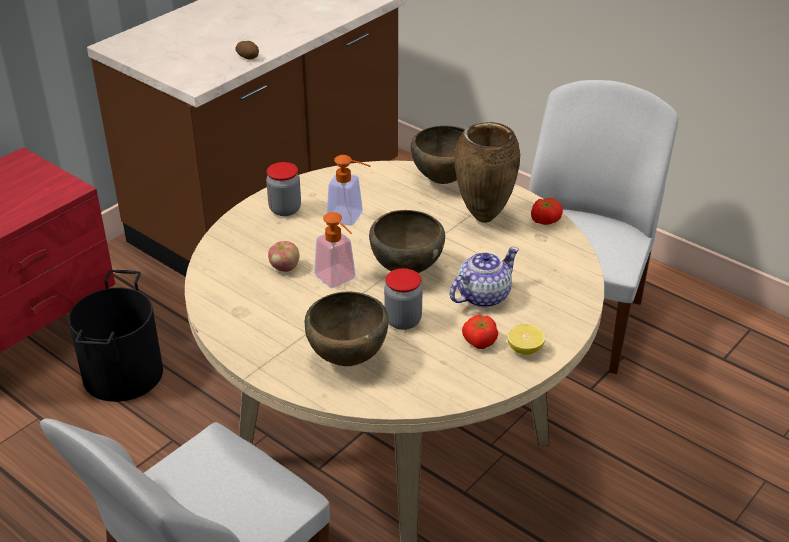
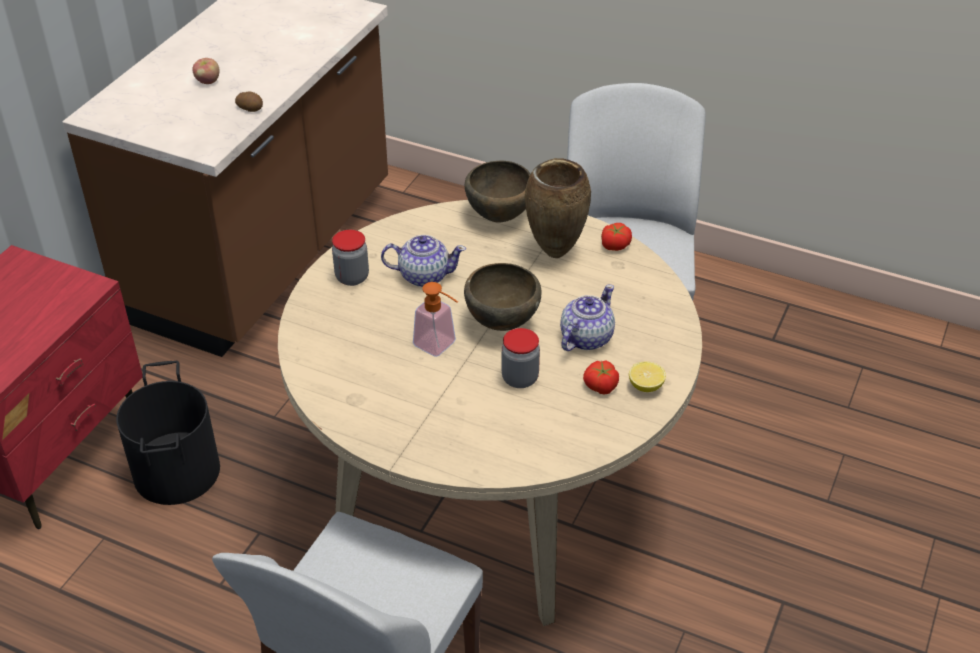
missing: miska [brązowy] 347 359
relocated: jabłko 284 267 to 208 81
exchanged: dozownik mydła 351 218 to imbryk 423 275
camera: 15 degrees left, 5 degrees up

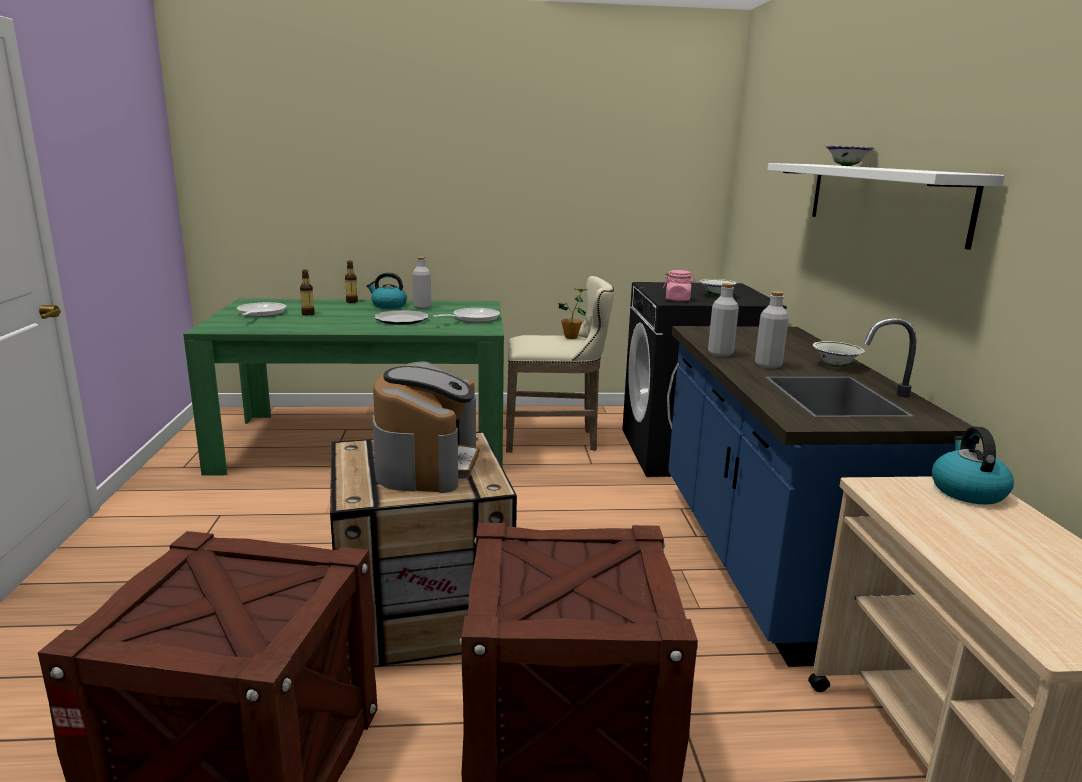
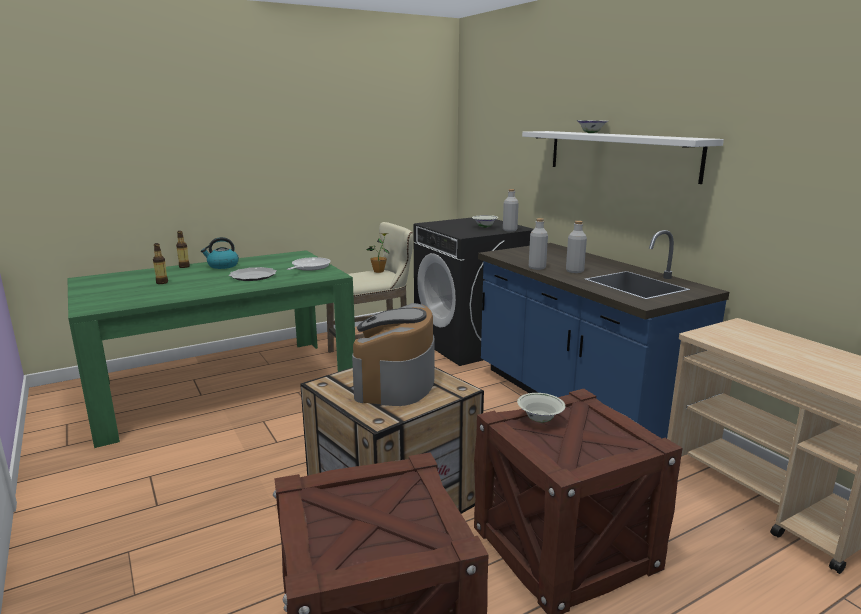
missing: patelnia 260 314; słoik [różowy] 678 299; czajnik 967 491
relocated: butelka [szary] 422 307 to 509 230; miska [biały] 835 365 to 539 419
spun: ekspres do kawy 427 463 = 395 383 150 degrees counterclockwise
camera: 25 degrees left, 0 degrees up

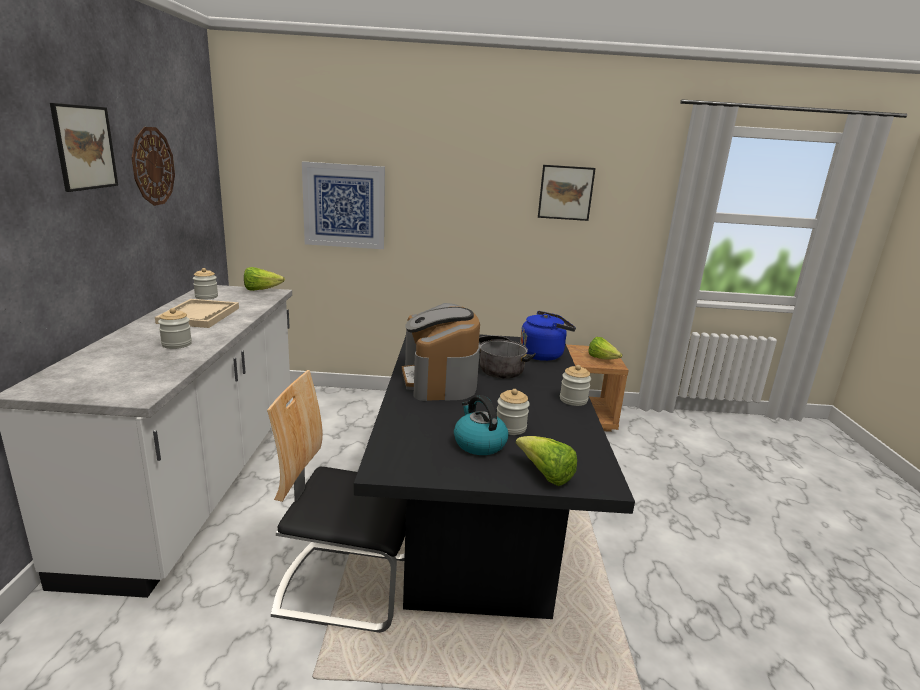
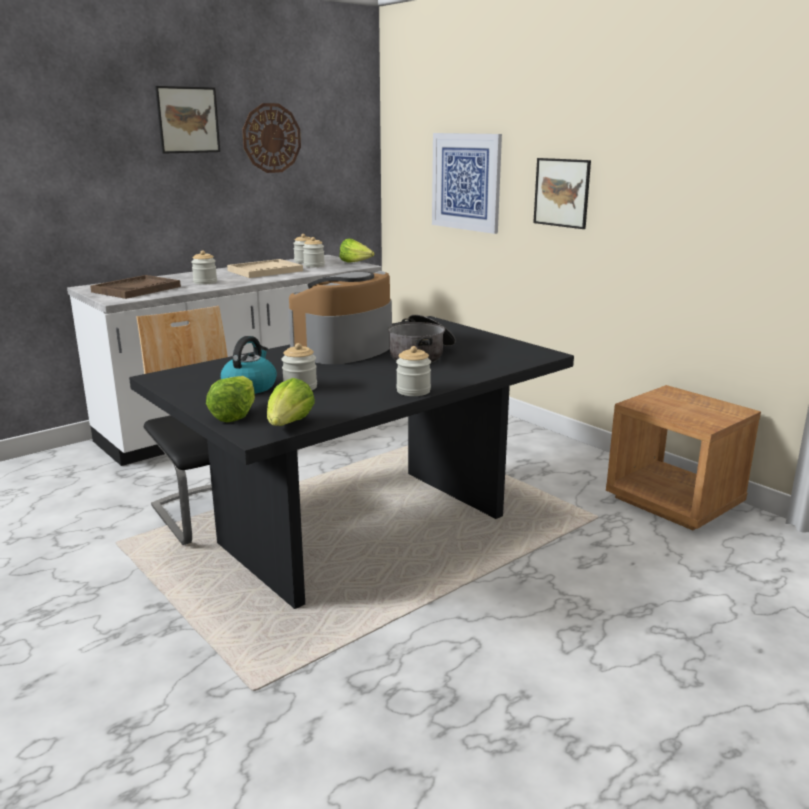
missing: czajnik [niebieski] 544 354
appeared: taca [brązowy] 136 289; słoik 314 265
relocated: obraz 565 193 to 562 192; sałata 602 359 to 289 426
camera: 50 degrees right, 0 degrees up

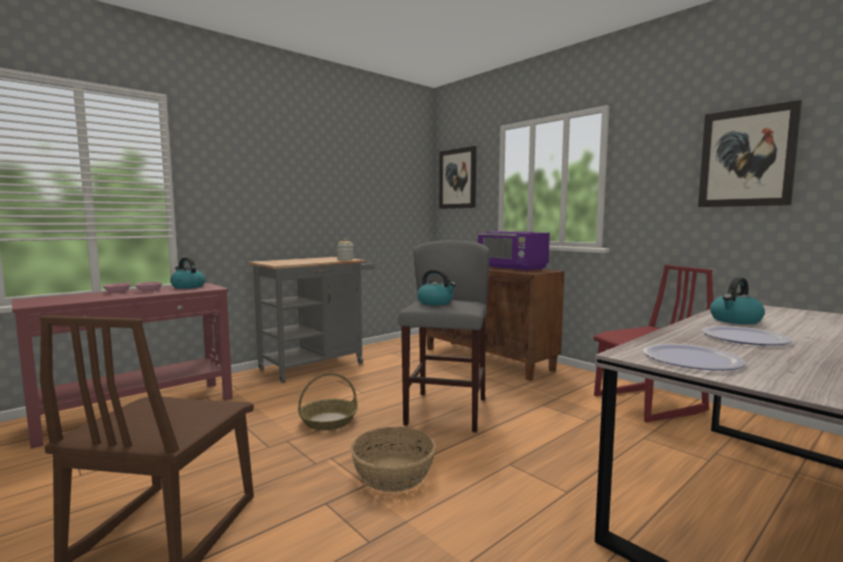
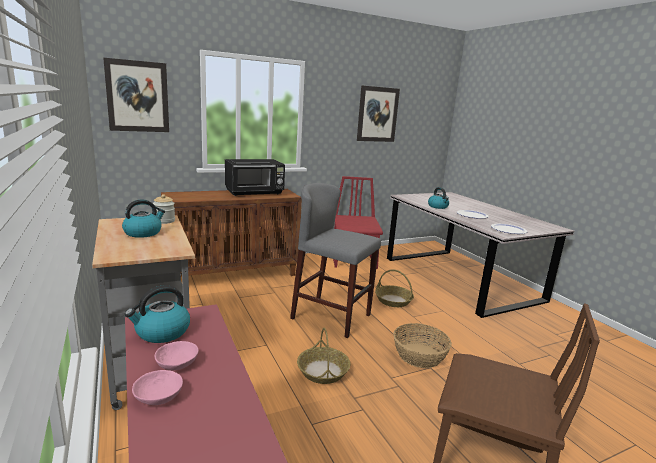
appeared: koszyk 393 300
relocated: czajnik 436 302 to 143 233
colour: mikrofalówka [fioletowy] 512 268 to mikrofalówka [czarny] 255 192
camera: 75 degrees left, 10 degrees up

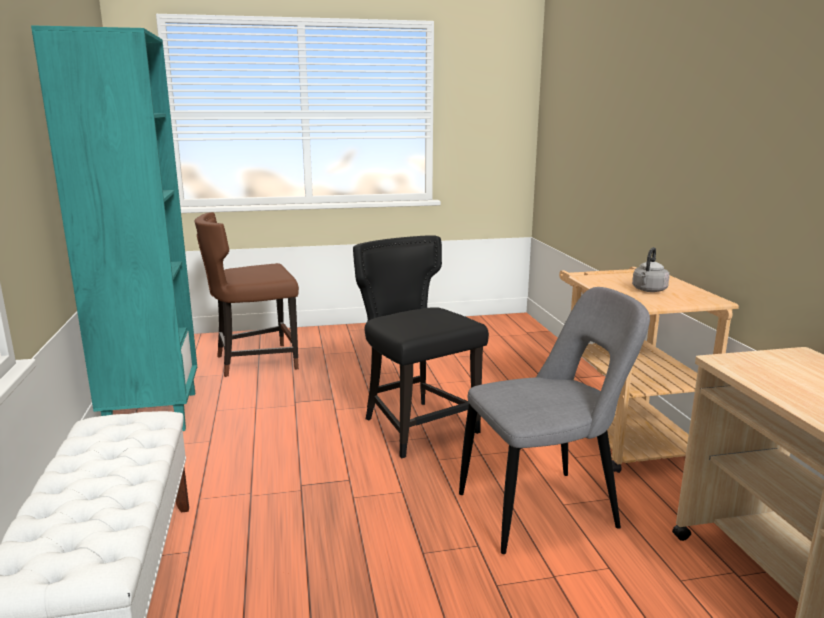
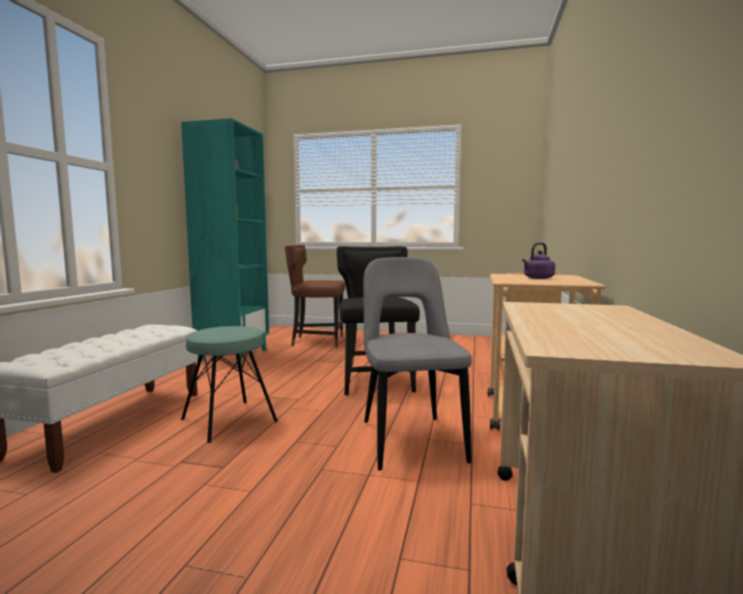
appeared: stołek [turkusowy] 229 420
colour: czajnik [szary] 648 290 to czajnik [fioletowy] 537 278
spun: krzesło [szary] 544 509 = 410 438 105 degrees counterclockwise
camera: 25 degrees right, 10 degrees down

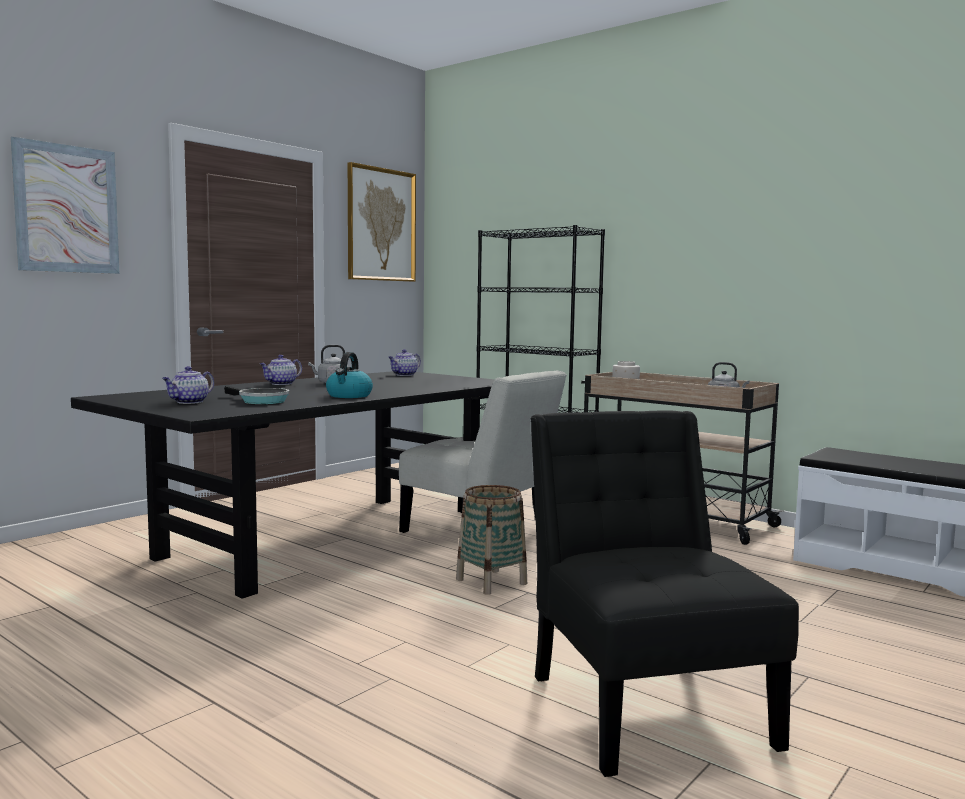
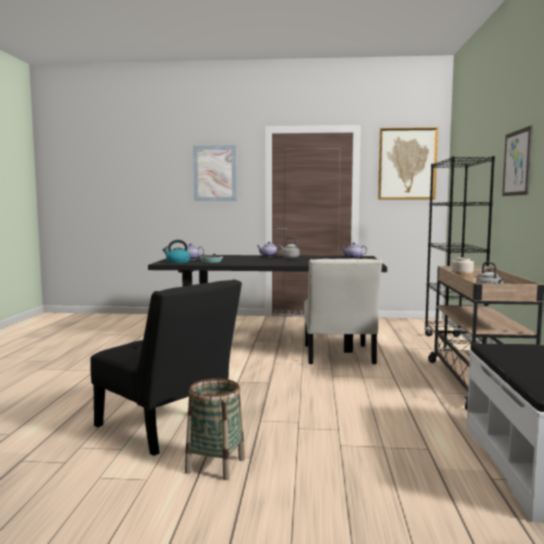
appeared: obraz 517 163
relocated: czajnik 349 396 to 177 262; koszyk 491 582 to 215 465
spun: krzesło [czarny] 645 704 = 167 427 90 degrees clockwise
camera: 55 degrees right, 0 degrees up

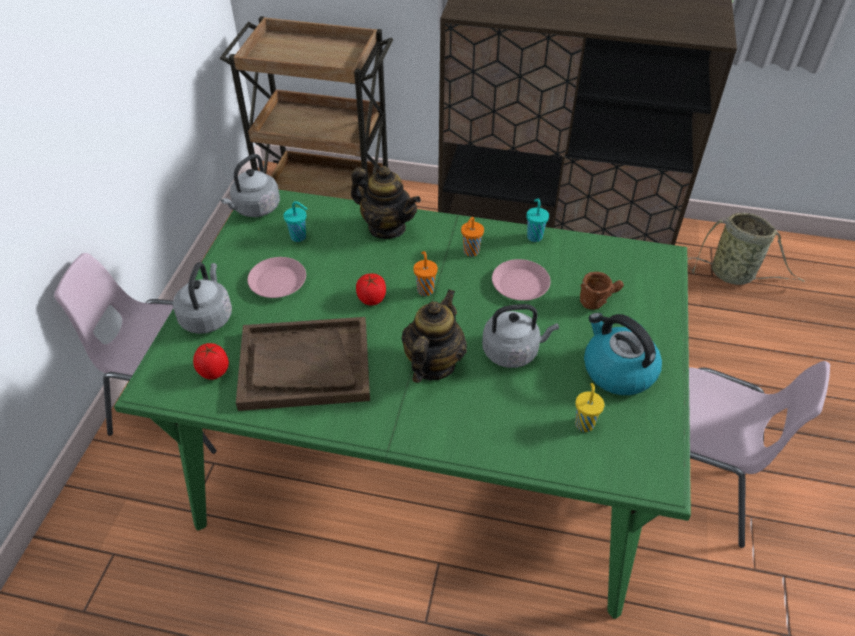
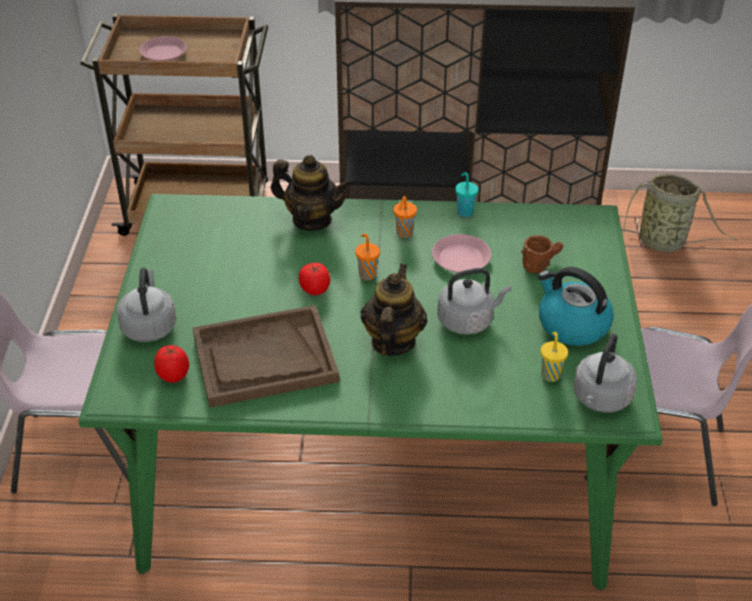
missing: filiżanka [turkusowy] 299 237
relocated: czajnik [szary] 255 209 to 600 399; talerz [różowy] 277 282 to 163 53
camera: 10 degrees left, 5 degrees down

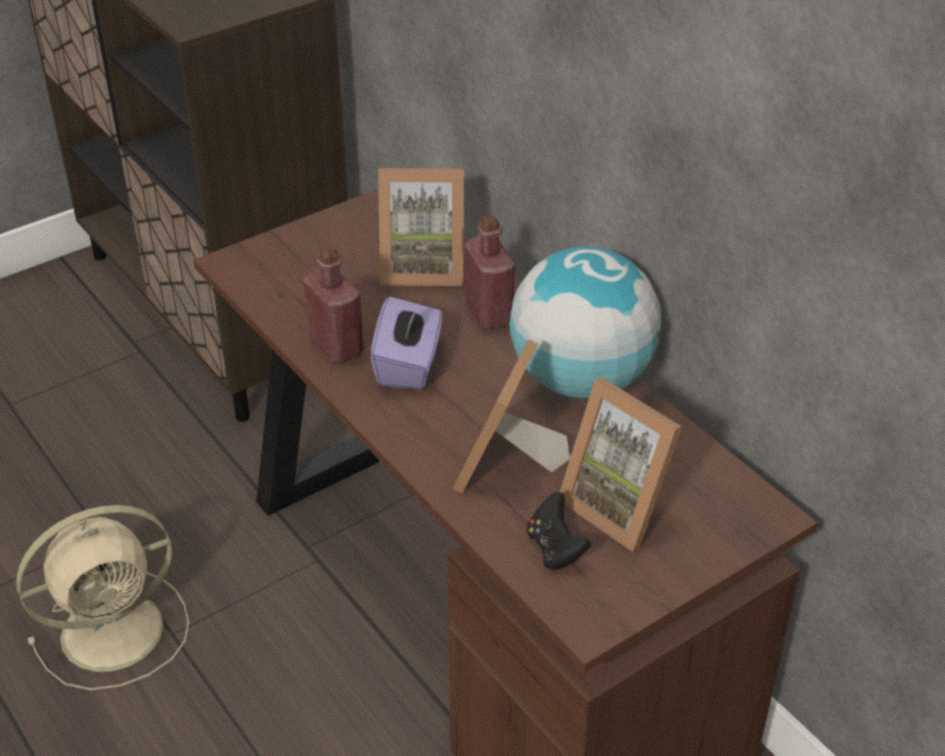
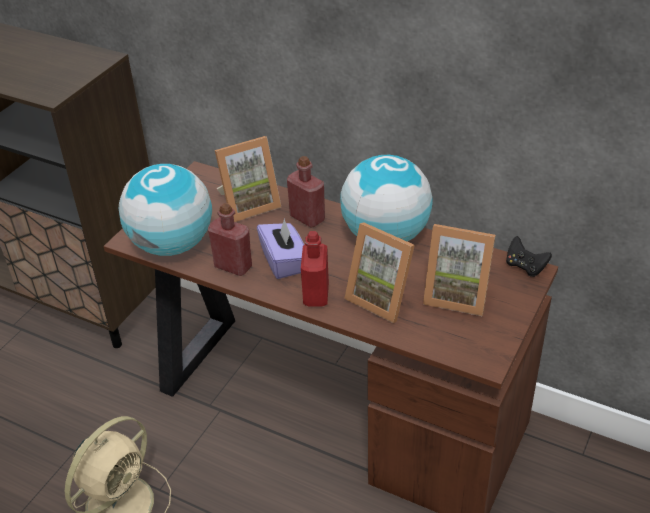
appeared: globus 172 244; butelka [czerwony] 316 295
relocated: pad do gier [czarny] 555 549 to 525 267
spun: ramka na zdjęcie 507 468 = 382 298 45 degrees counterclockwise
camera: 25 degrees left, 0 degrees up

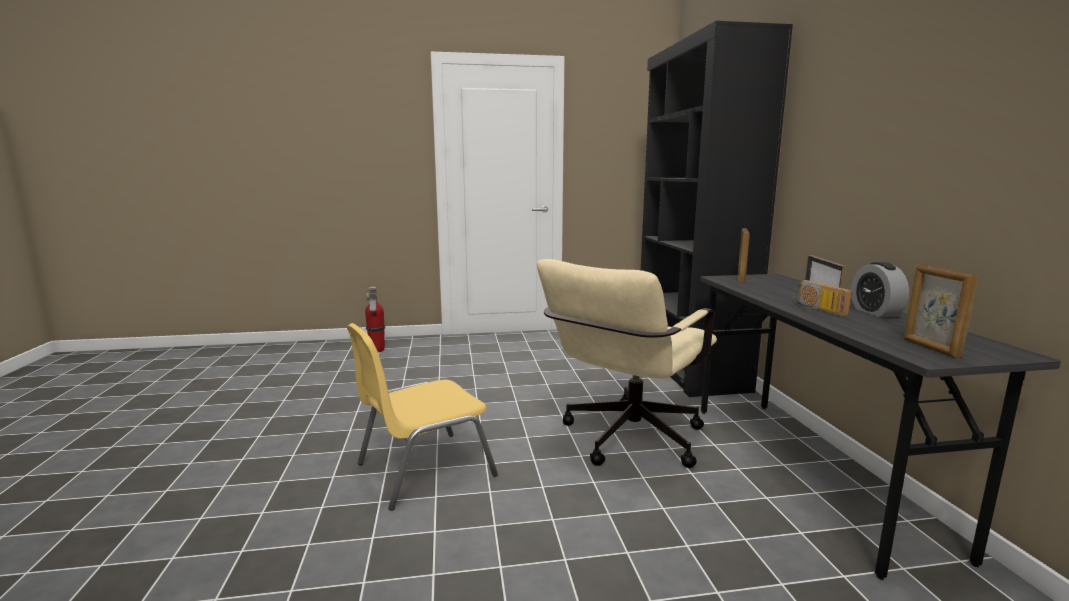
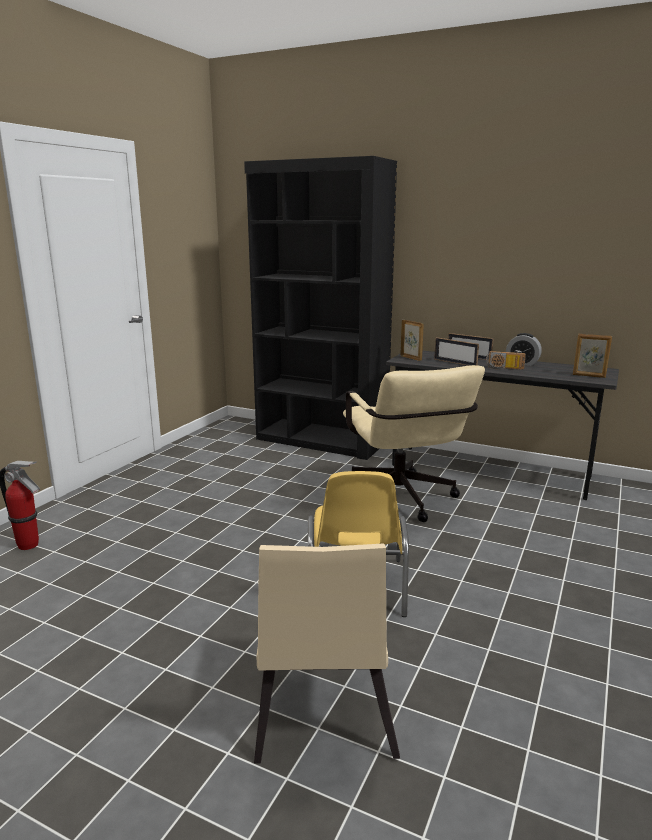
appeared: krzesło [beżowy] 322 711; ramka na zdjęcie 455 363
camera: 55 degrees left, 5 degrees up

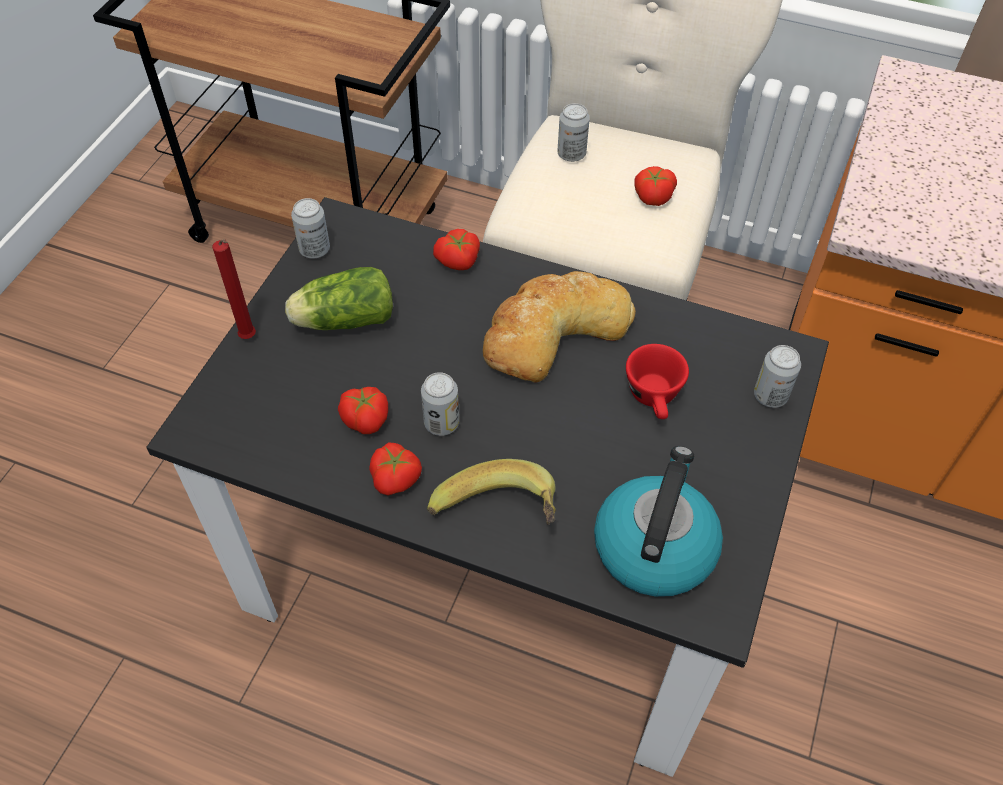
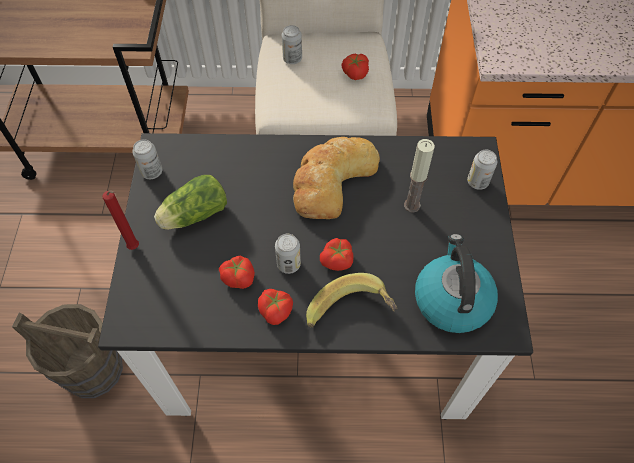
appeared: wiadro [brązowy] 92 369
relocated: pomidor 458 261 to 337 261
exchanged: filiżanka [czerwony] 654 399 to świeca 412 205
camera: 20 degrees left, 5 degrees up

